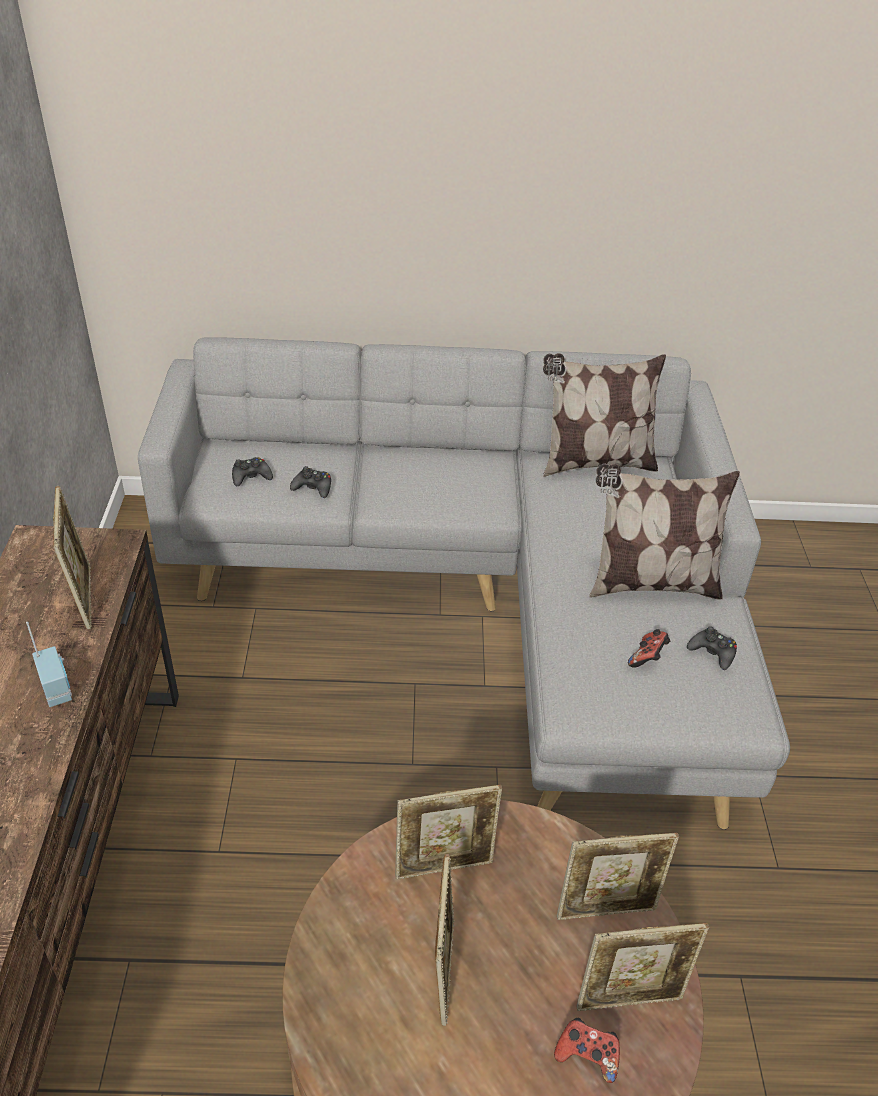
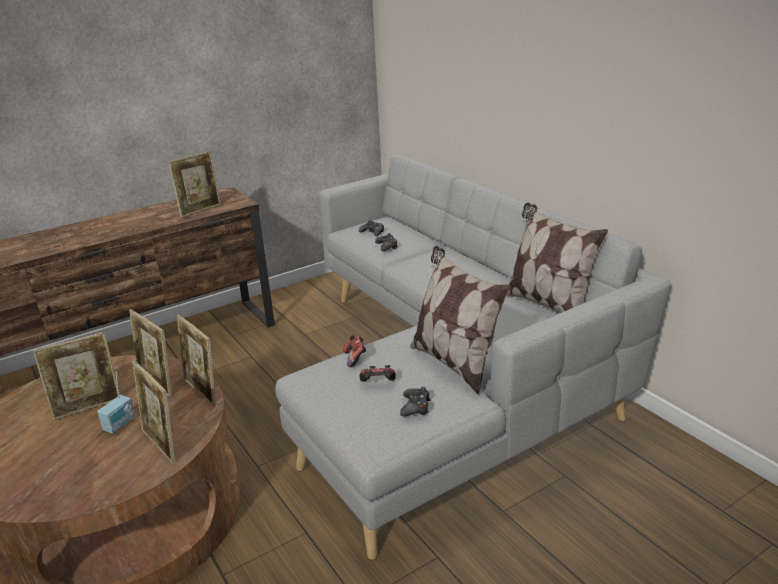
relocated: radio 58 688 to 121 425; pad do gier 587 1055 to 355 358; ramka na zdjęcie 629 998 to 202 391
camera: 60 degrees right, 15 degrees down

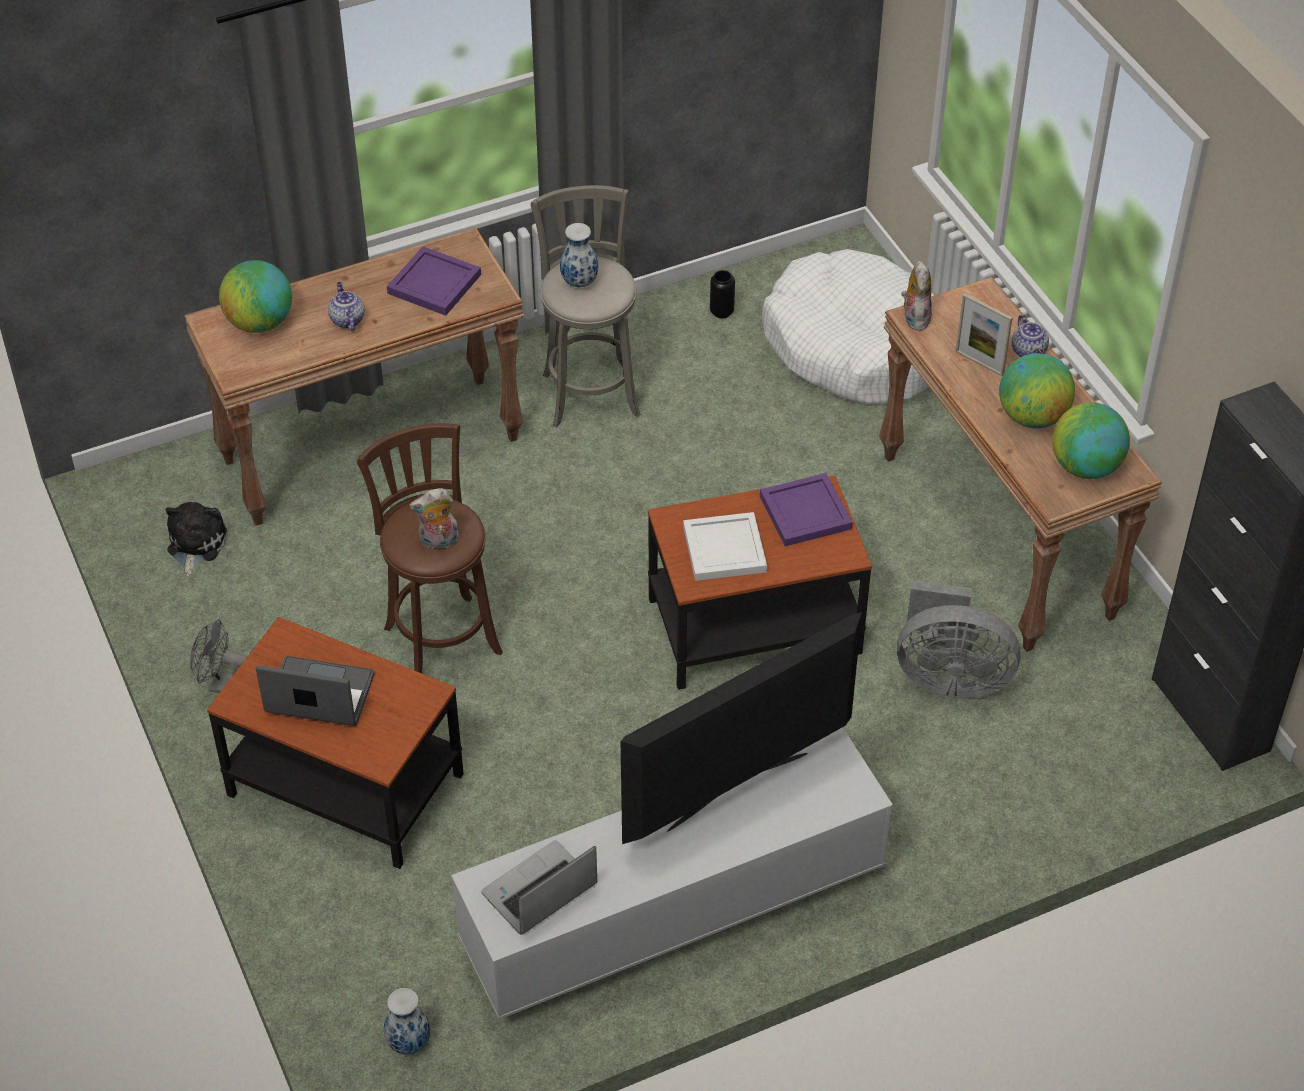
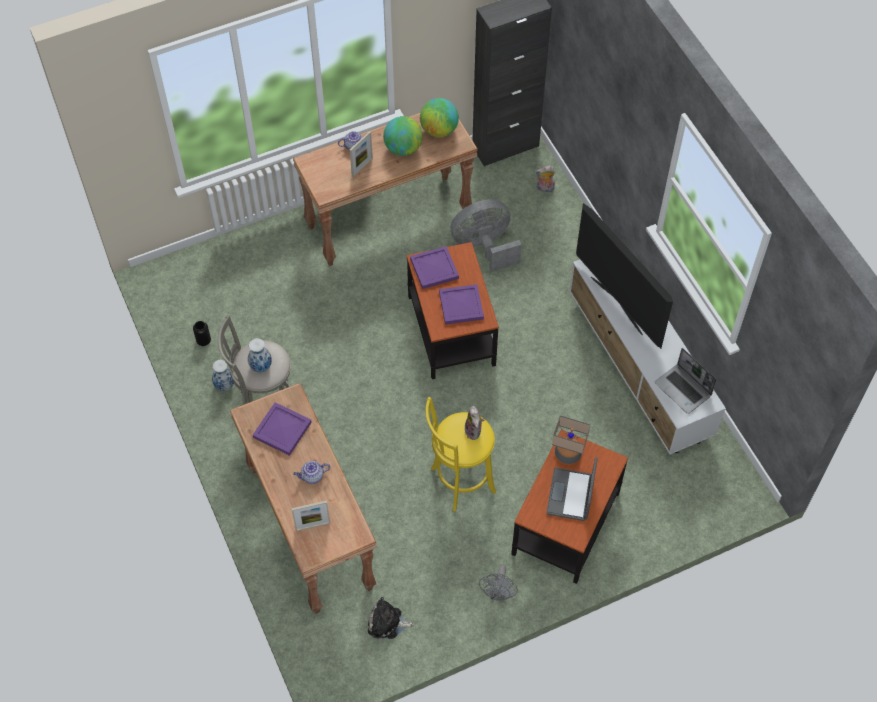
missing: legowisko [biały] 854 346
appeared: lampa stołowa 567 453
relocated: wazon 409 1042 to 224 385; pluszak 914 317 to 544 189
exchanged: globus 260 323 to ramka na zdjęcie 312 526
colour: stołek [brązowy] 440 636 to stołek [żółty] 459 481; taca [biały] 723 548 to taca [fioletowy] 460 306
spun: wentylator [szary] 949 677 = 484 247 120 degrees counterclockwise
camera: 90 degrees left, 10 degrees up

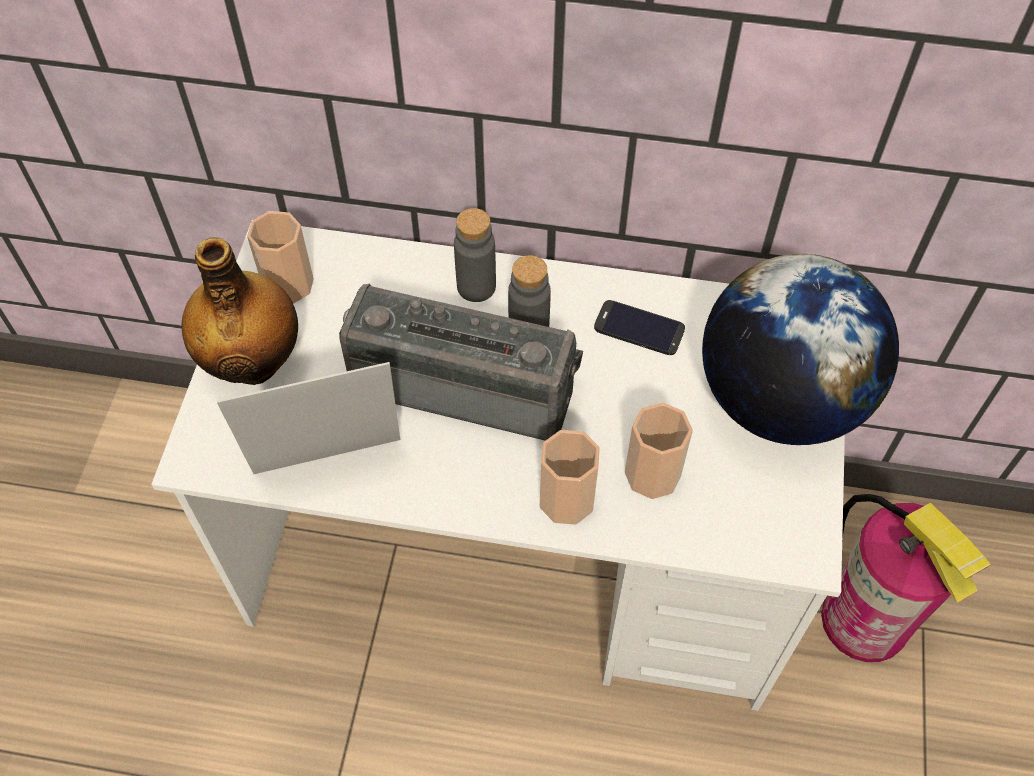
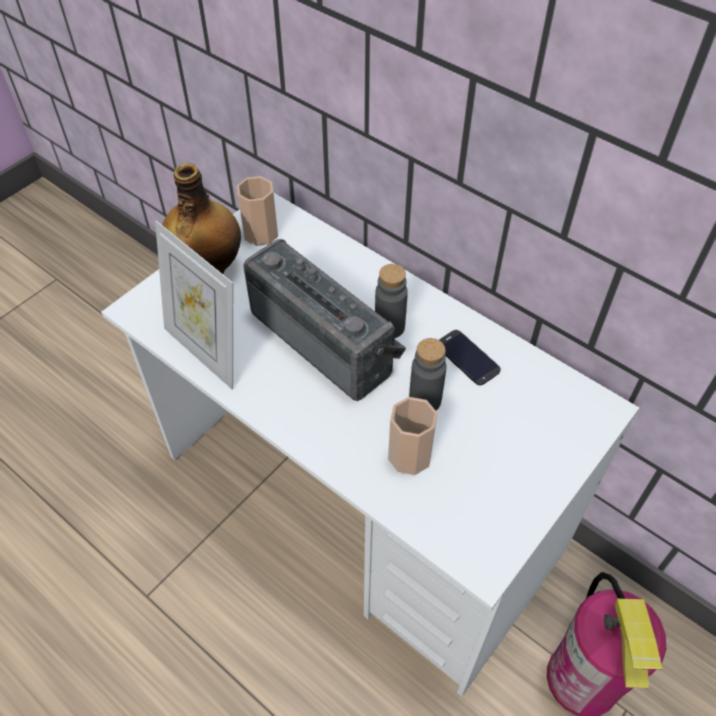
missing: filiżanka 566 500; globus 780 399
relocated: butelka [szary] 476 286 to 425 400
spun: ramka na zdjęcie 330 469 = 206 351 150 degrees counterclockwise
camera: 30 degrees right, 5 degrees down

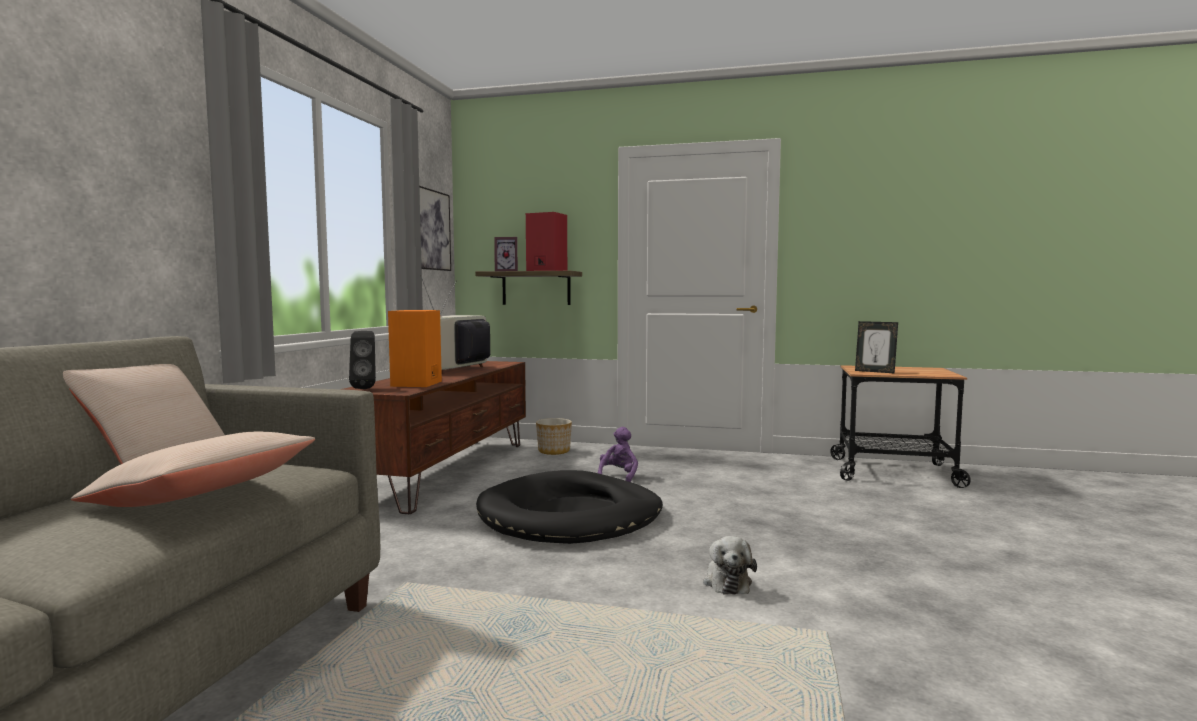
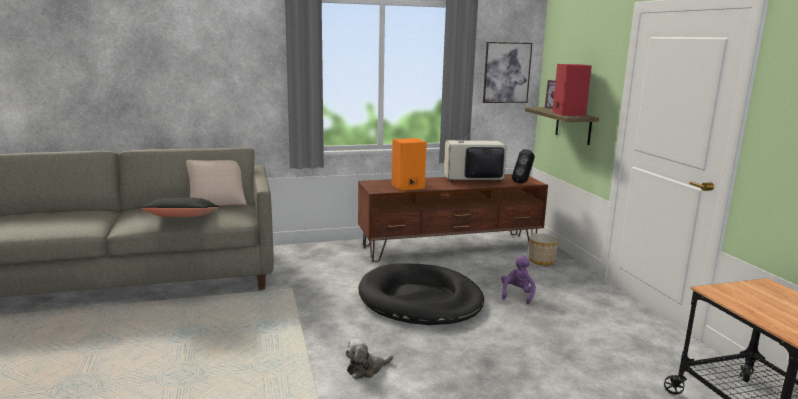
missing: ramka na zdjęcie 875 371
relocated: głośnik [czarny] 365 388 to 523 182
colour: poduszka [beżowy] 201 499 to poduszka [czarny] 182 219
spun: pluszak [fioletowy] 618 477 = 517 295 60 degrees counterclockwise
camera: 60 degrees right, 10 degrees up

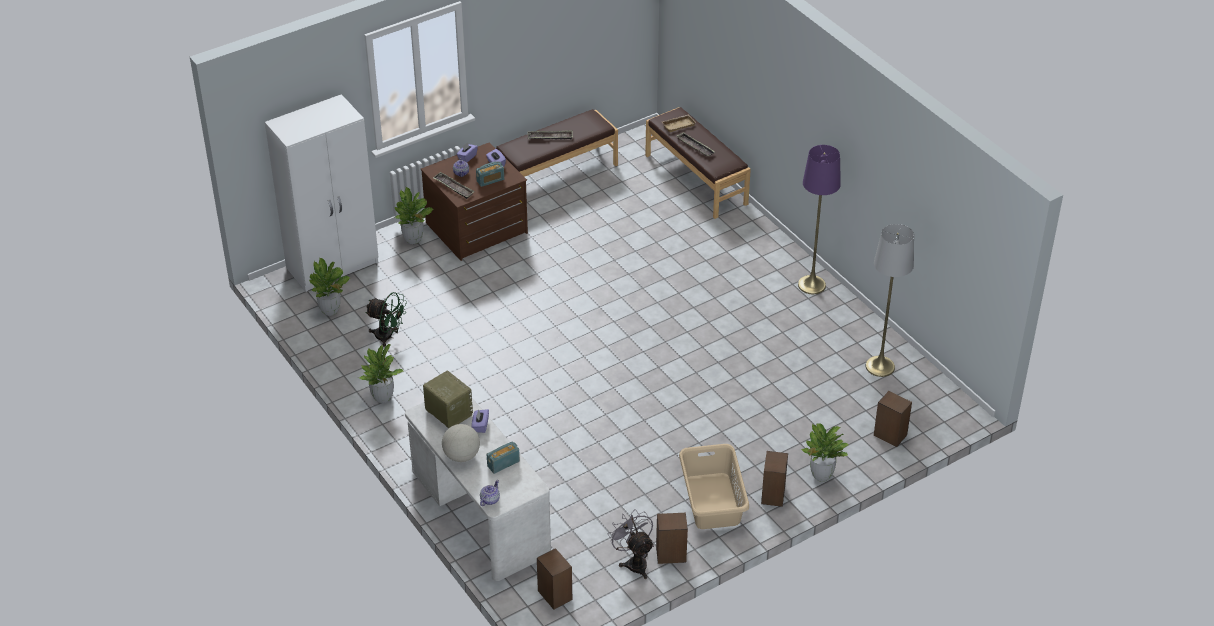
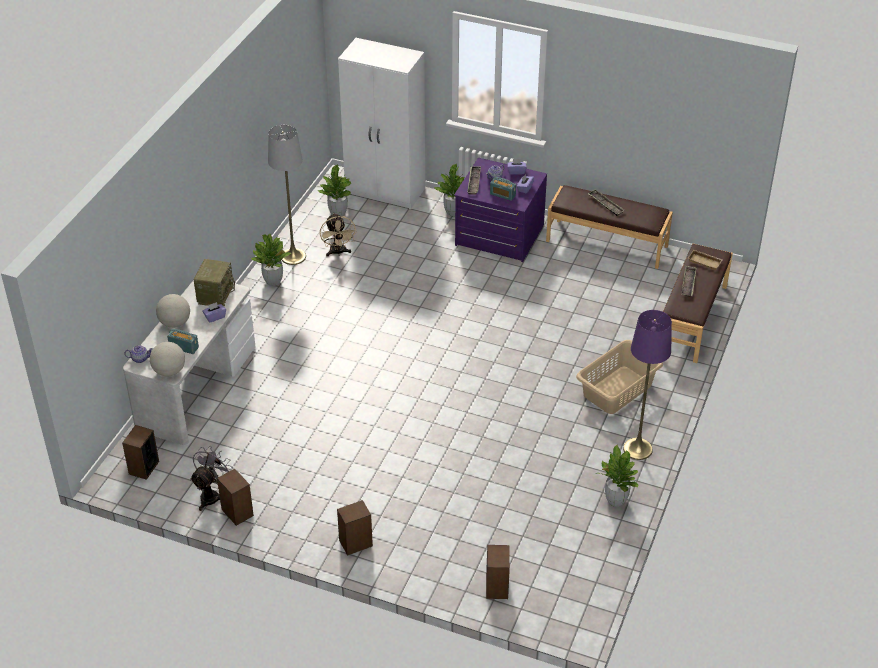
appeared: globus 169 371
relocated: kosz na pranie [beżowy] 713 500 to 618 390; roślina doniczkowa 821 475 to 615 500; lampa stojąca [szary] 880 366 to 293 256
colour: wentylator [zielony] 388 336 to wentylator [beżowy] 338 252; komoda [brązowy] 477 229 to komoda [fioletowy] 499 236
camera: 55 degrees right, 0 degrees up

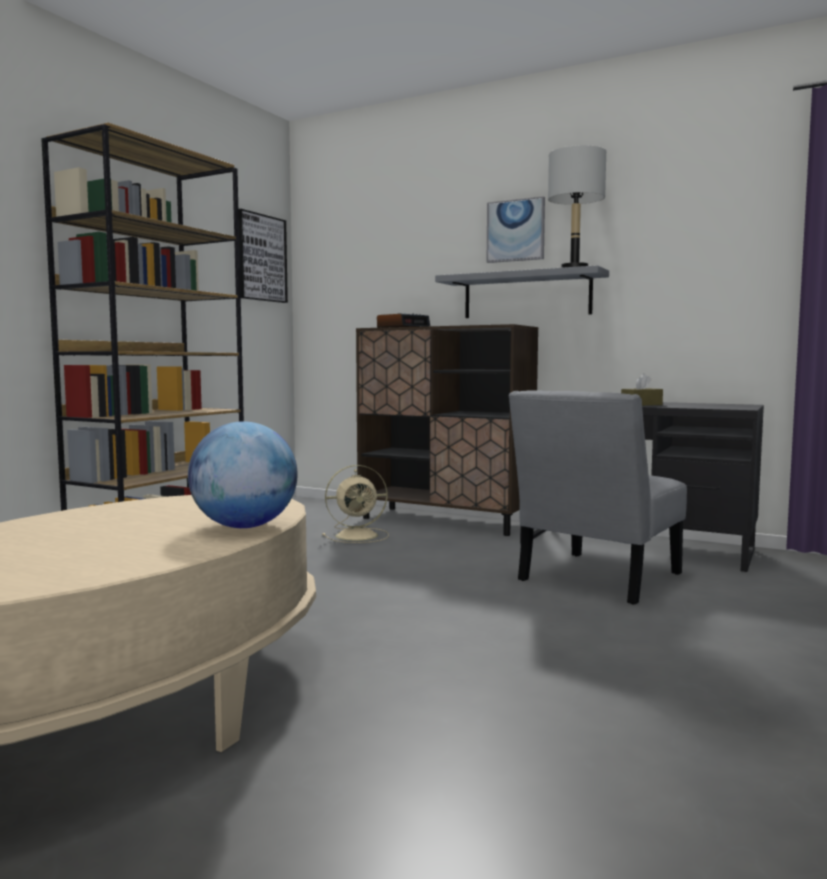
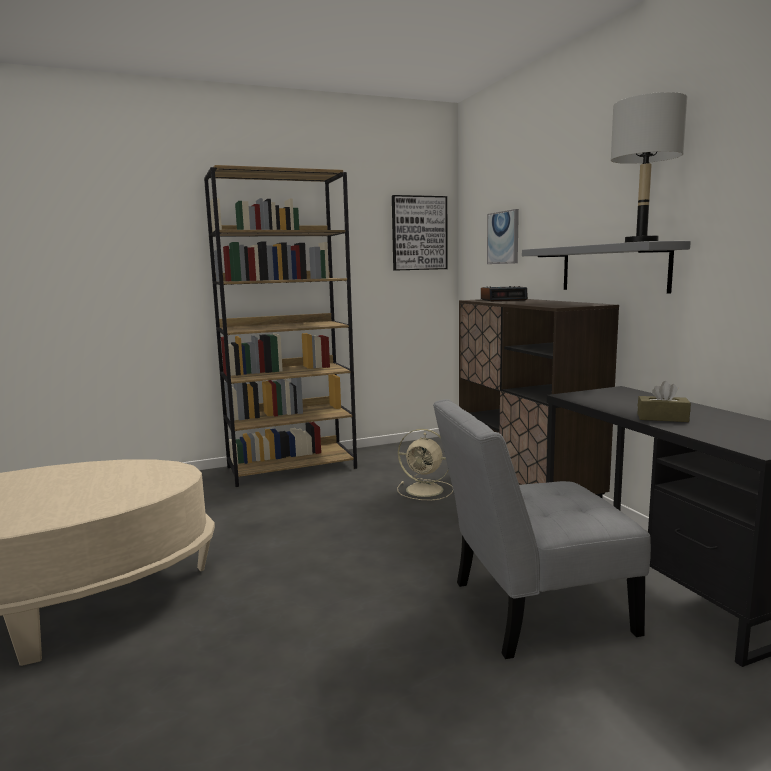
missing: globus 244 526
relocated: obraz 515 230 to 503 237
camera: 40 degrees right, 5 degrees up

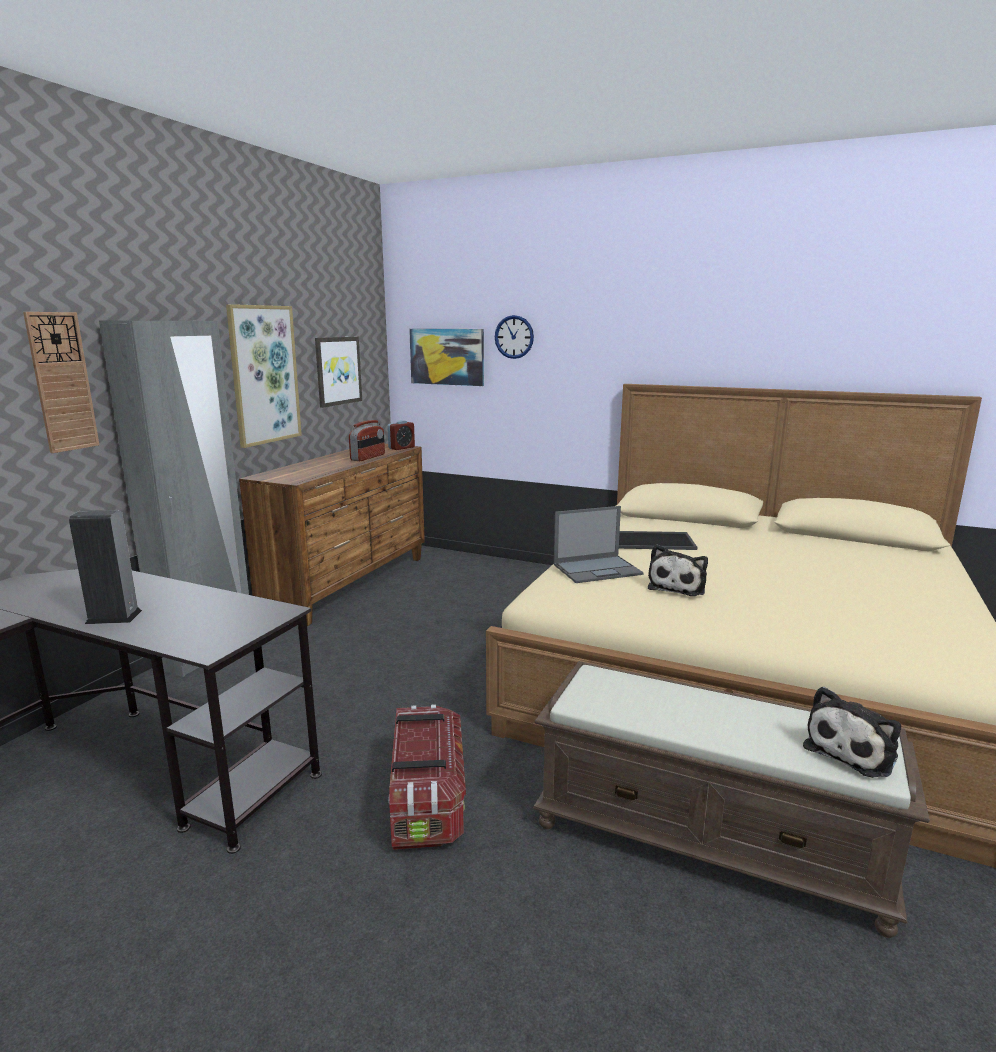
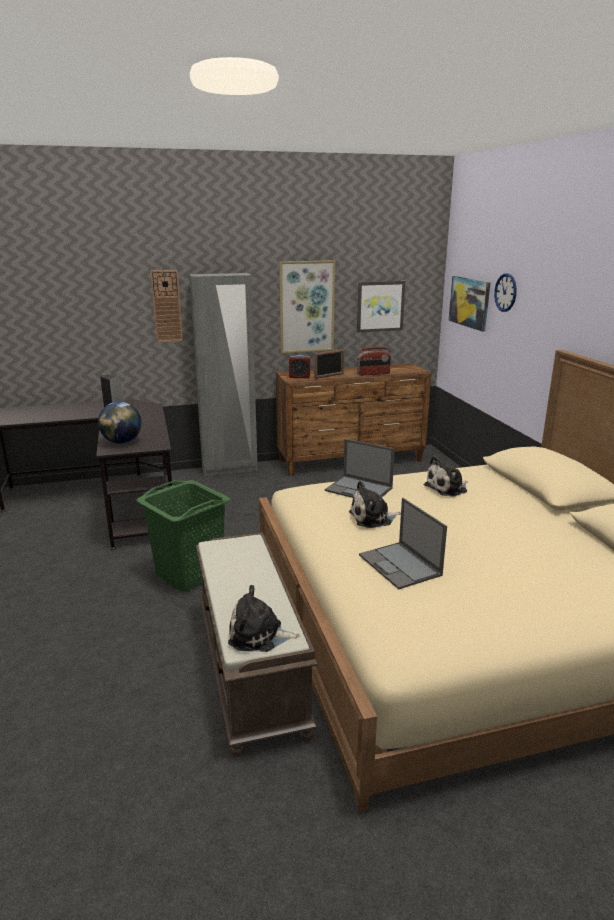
appeared: globus 122 442; ramka na zdjęcie 329 376; laptop 400 565
relocated: budzik 401 448 to 299 377
exchanged: pojemnik do przechowywania 427 799 to kosz na pranie [zielony] 189 573; taca 650 541 to pluszak 447 488
camera: 50 degrees right, 5 degrees up

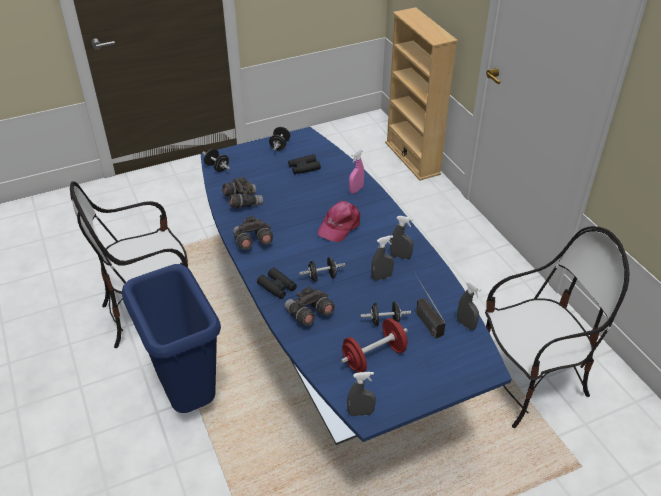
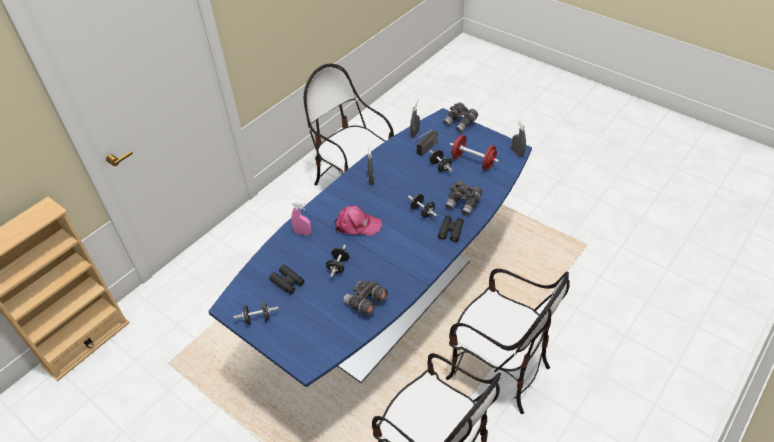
missing: spryskiwacz [szary] 381 277
relocated: hantel [czarny] 217 167 to 338 266; lornetka [szary] 252 242 to 460 123
exchanged: kosz na śmieci [niebieski] 187 397 to krzesło 497 370
camera: 115 degrees left, 5 degrees up

